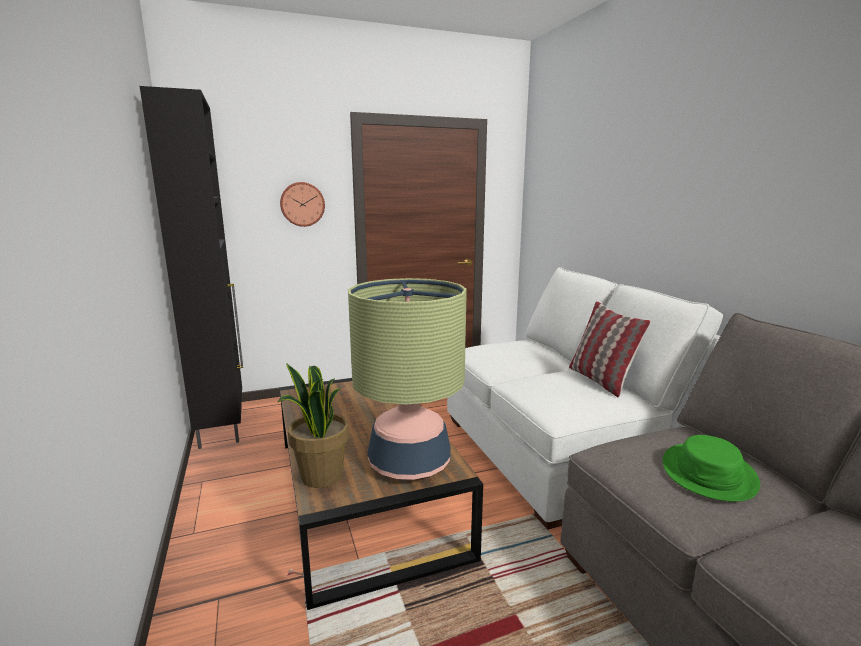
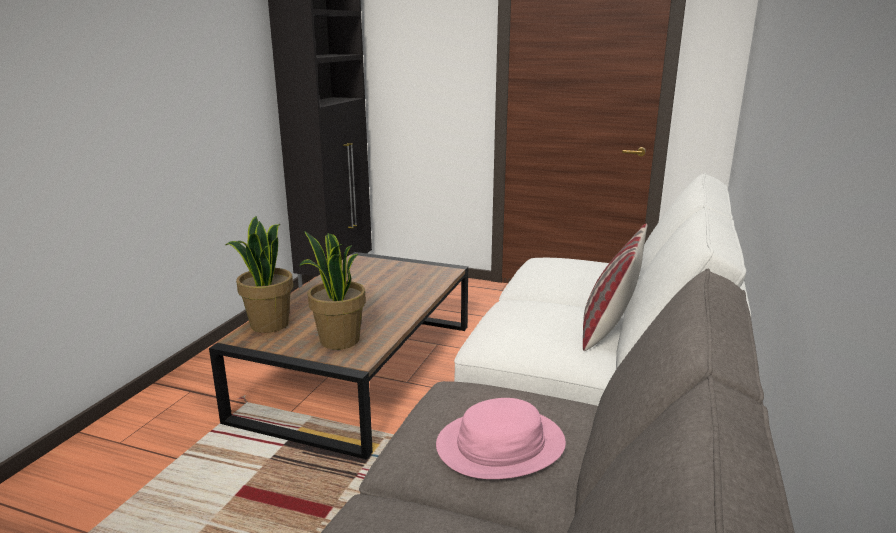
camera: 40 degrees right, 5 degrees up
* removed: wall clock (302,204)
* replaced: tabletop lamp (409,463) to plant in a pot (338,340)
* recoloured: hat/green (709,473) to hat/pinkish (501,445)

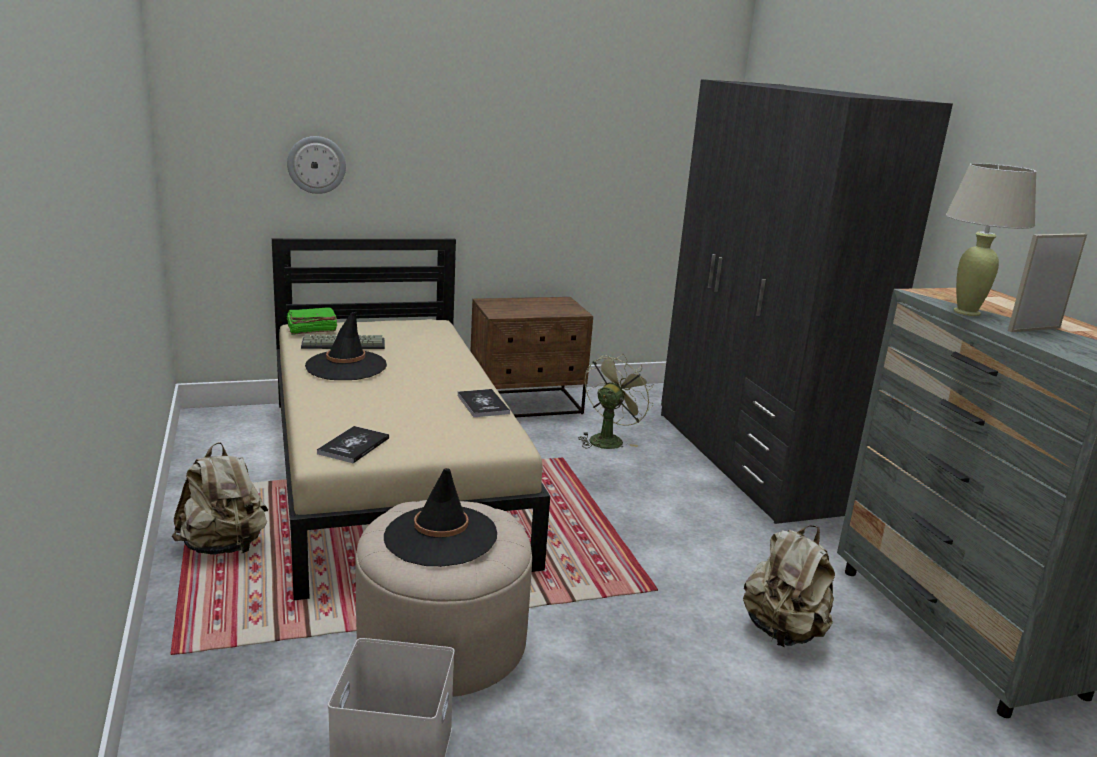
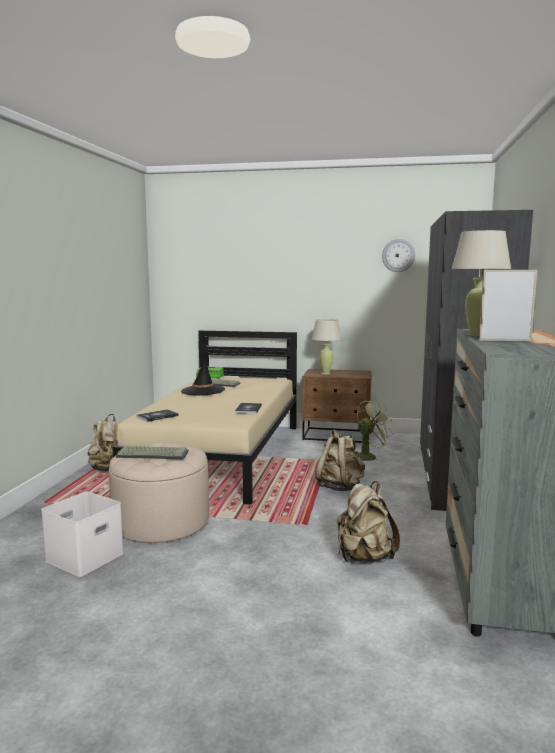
camera: 30 degrees right, 10 degrees down
* moved: wall clock (316,164) to (398,255)
* replaced: hat/blackish (440,536) to keyboard (153,454)
* added: tabletop lamp/sand-coloured (325,373)
* added: rucksack/sand-coloured (340,487)

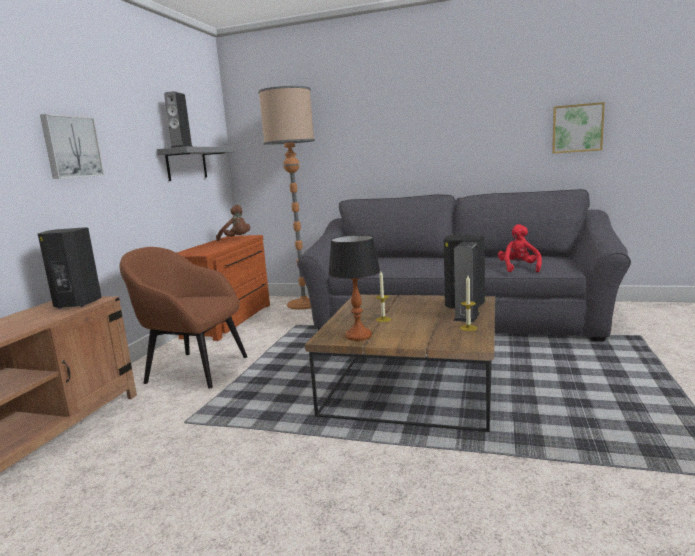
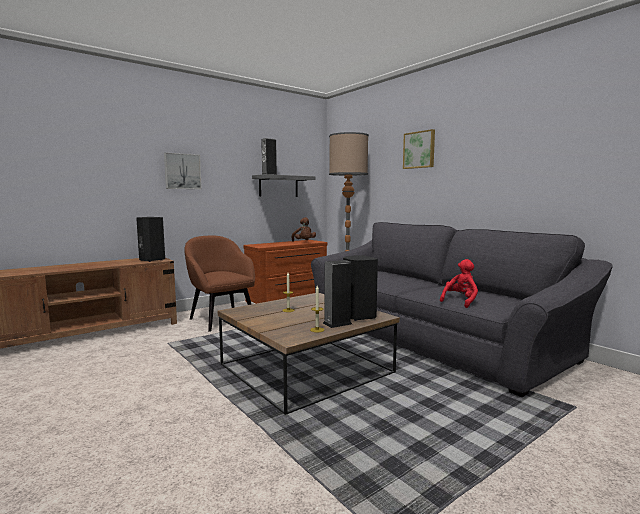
camera: 35 degrees right, 5 degrees down
* moved: picture (577,128) to (419,150)
* removed: tabletop lamp (359,336)

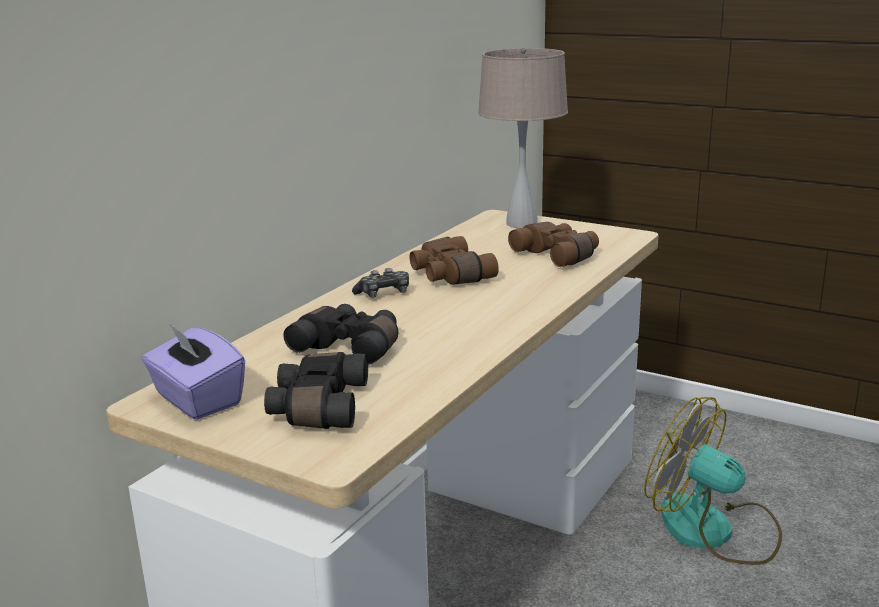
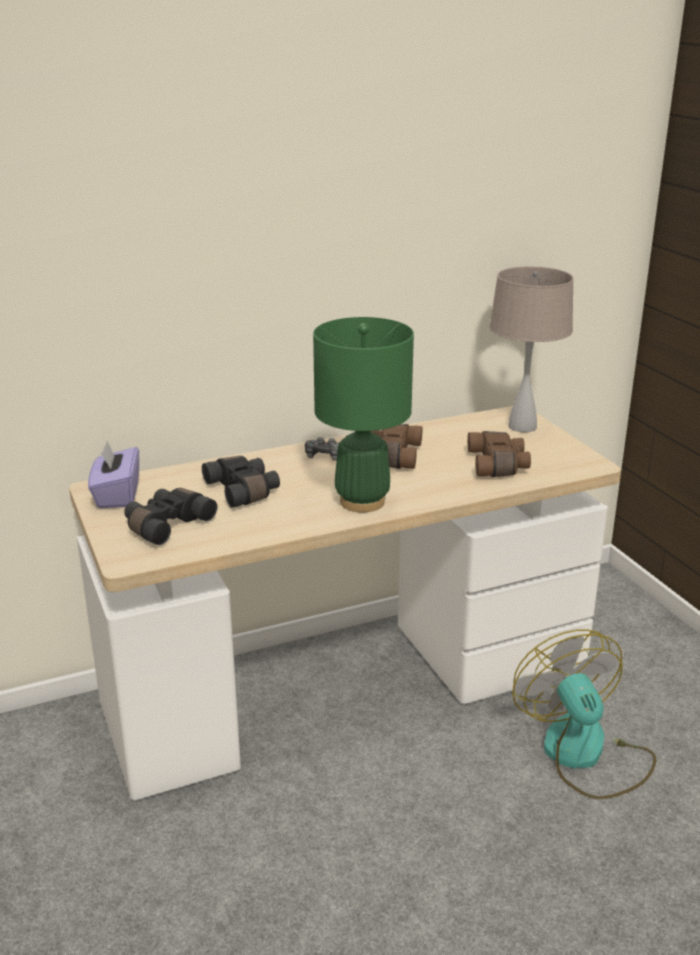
camera: 35 degrees right, 5 degrees up
* added: tabletop lamp/green (362,501)

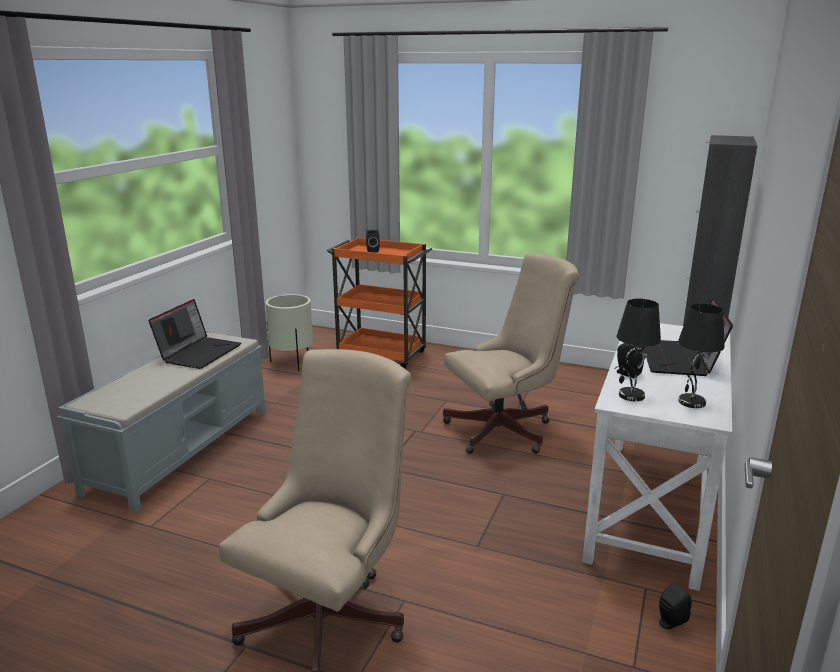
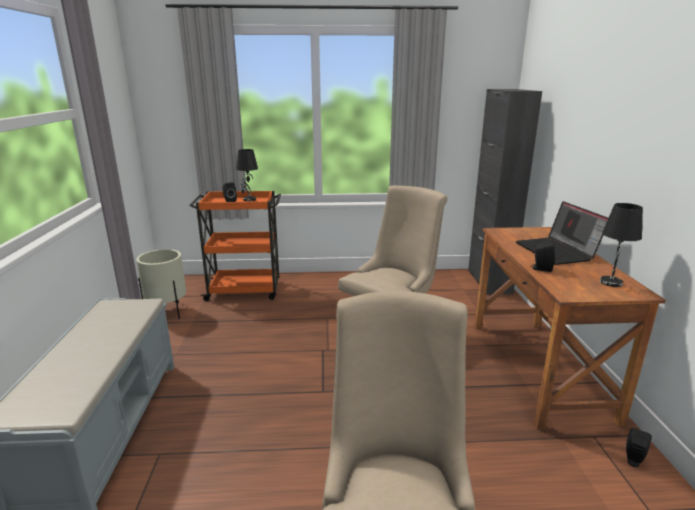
camera: 25 degrees left, 0 degrees up
* removed: portable computer (199,352)
* moved: tabletop lamp/blackish (631,396) to (249,199)
* recoloured: desk/white-coloured (651,507) to desk/brown (538,368)

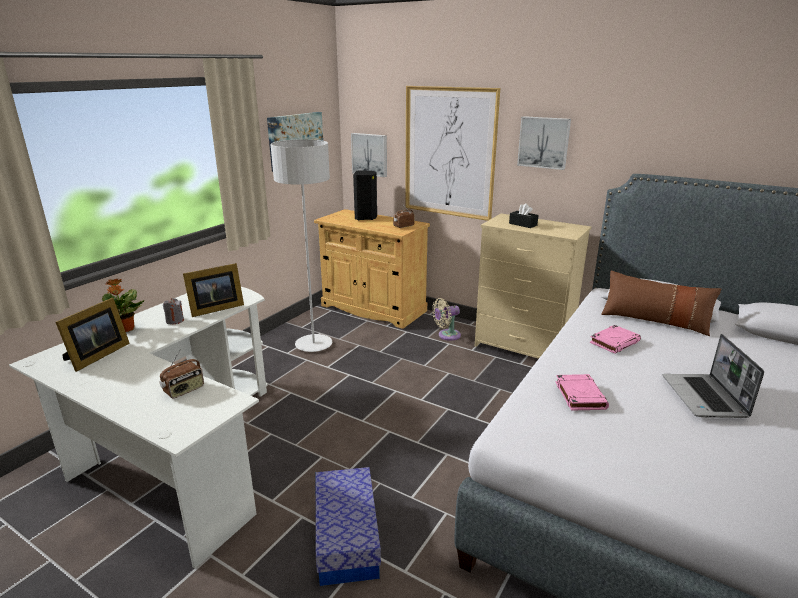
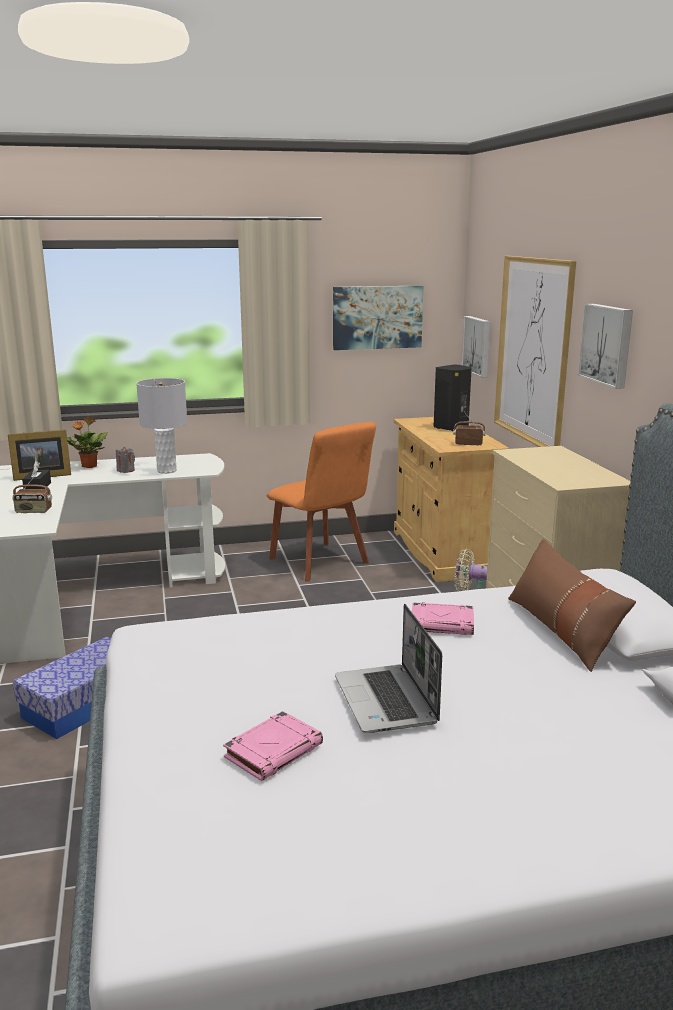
camera: 45 degrees right, 5 degrees down
* replaced: standard lamp/grey (313,345) to chair/orange-coloured (321,562)
* moved: tissue box/blackish (523,224) to (37,487)
* replaced: standing frame (214,309) to tabletop lamp/grey (167,471)
* turned: portable computer (705,397) = (387,701) 60 degrees counterclockwise
* moved: volume/pinkish (579,395) to (274,750)

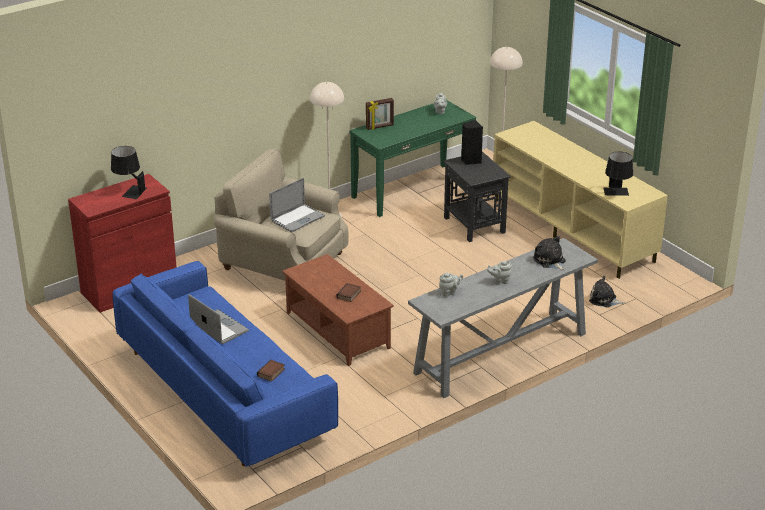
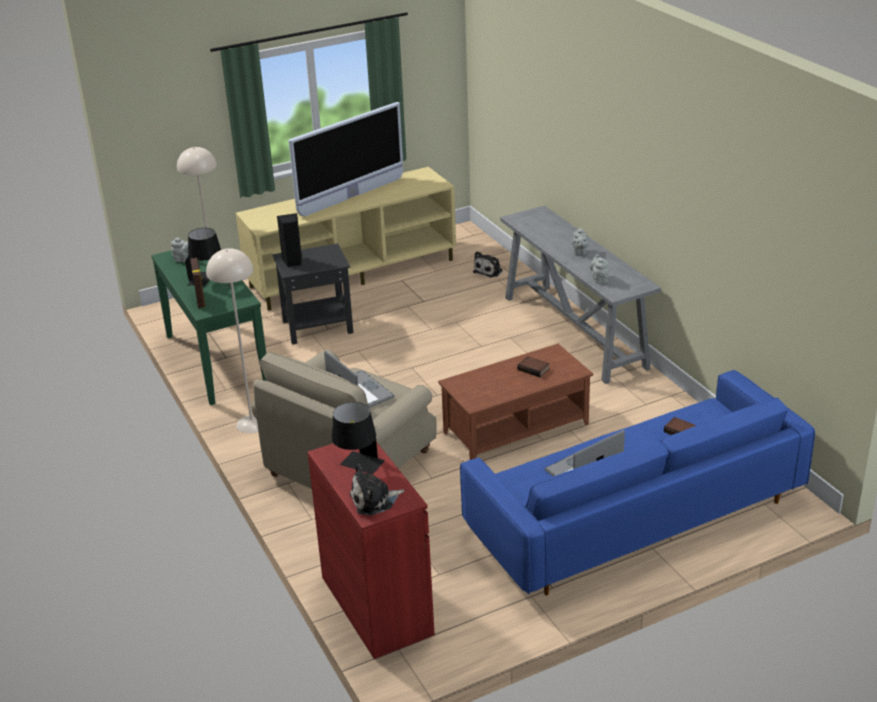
camera: 80 degrees left, 0 degrees up
* moved: tabletop lamp/blackish (616,194) to (207,279)
* moved: plush toy (550,261) to (374,500)
* added: TV (351,197)

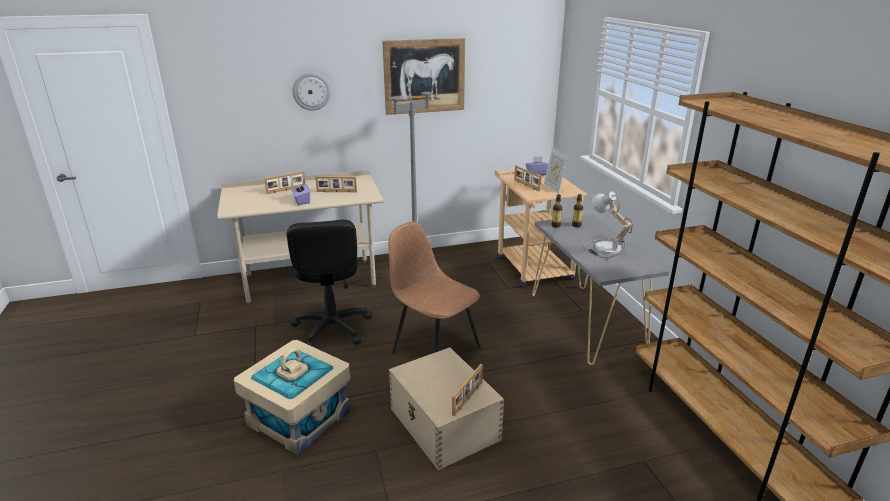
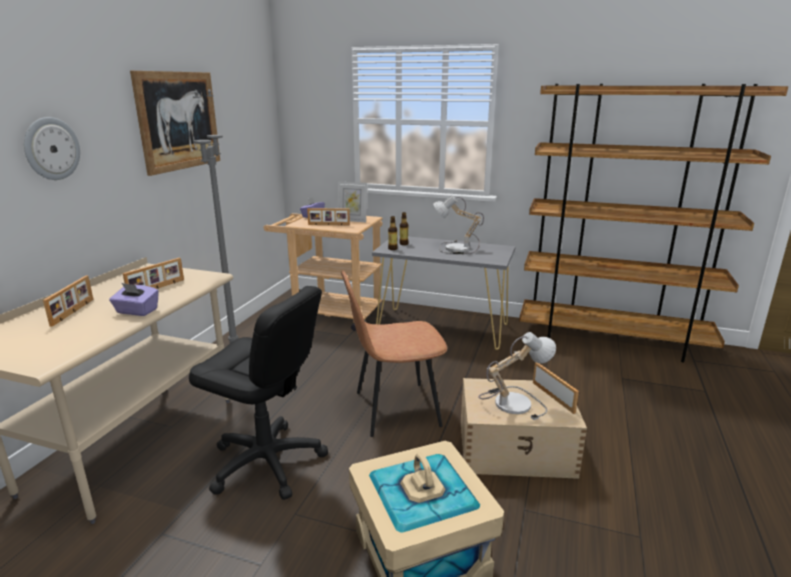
camera: 55 degrees left, 5 degrees down
* added: tabletop lamp (512,401)

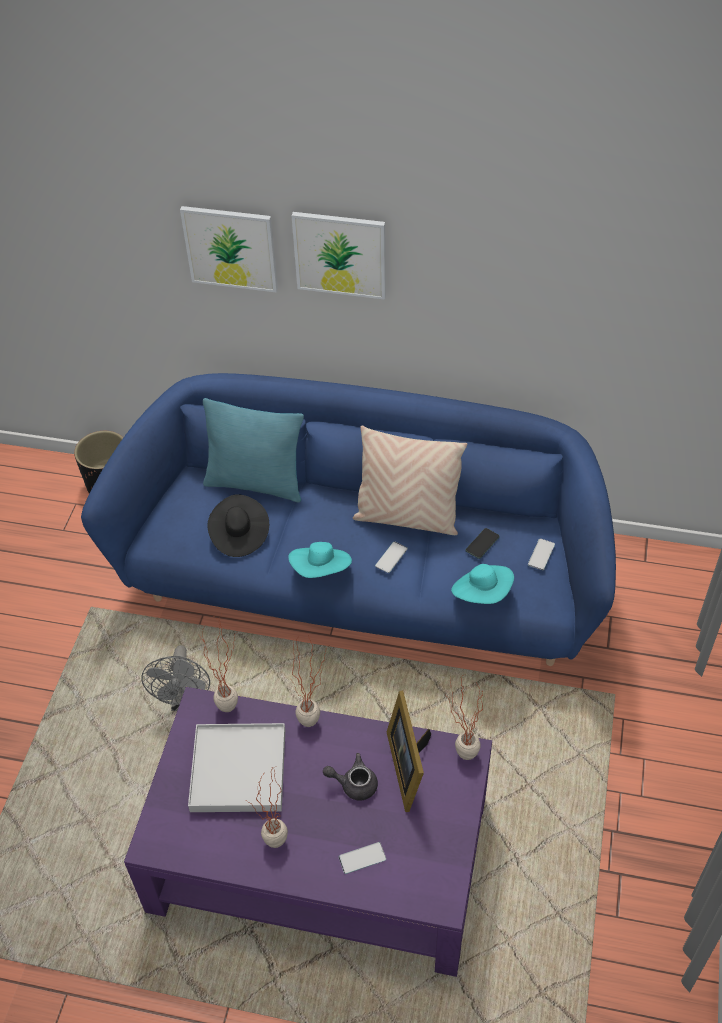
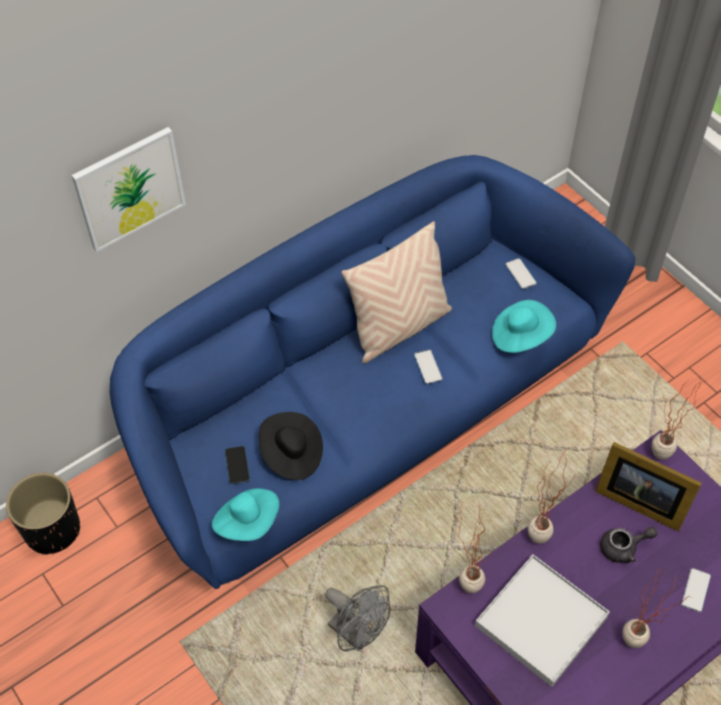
camera: 50 degrees left, 5 degrees up
* removed: picture (340,254)
* removed: throw pillow/turquoise (256,483)
* moved: phone (482,543) to (237,465)
* moved: hat/turquoise (321,570) to (248,522)
* turned: tea pot/grey (354,784) = (623,548) 150 degrees counterclockwise

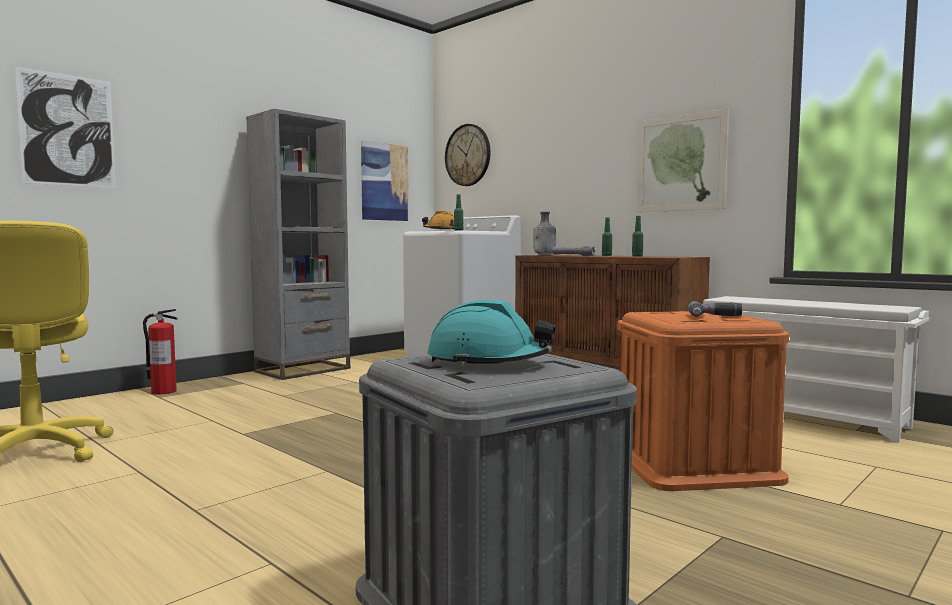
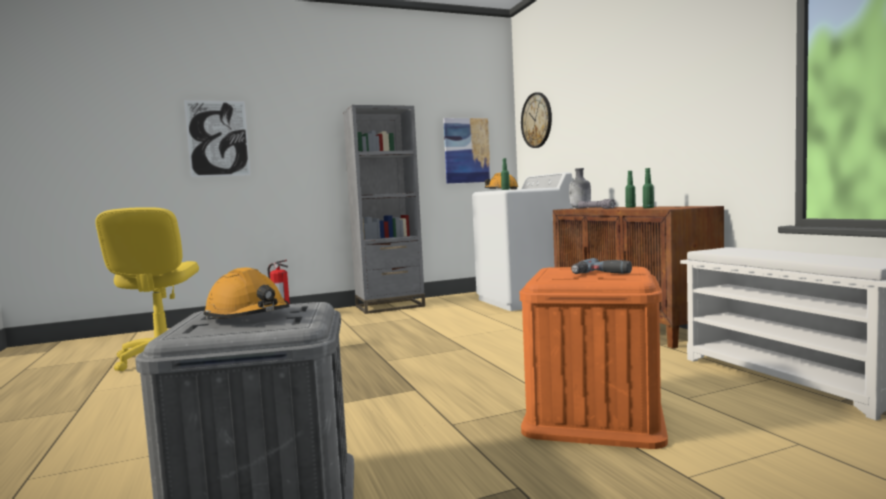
camera: 25 degrees right, 0 degrees up
* removed: picture (680,163)
* recoloured: hard hat/turquoise (488,362) to hard hat/orange-coloured (248,316)

